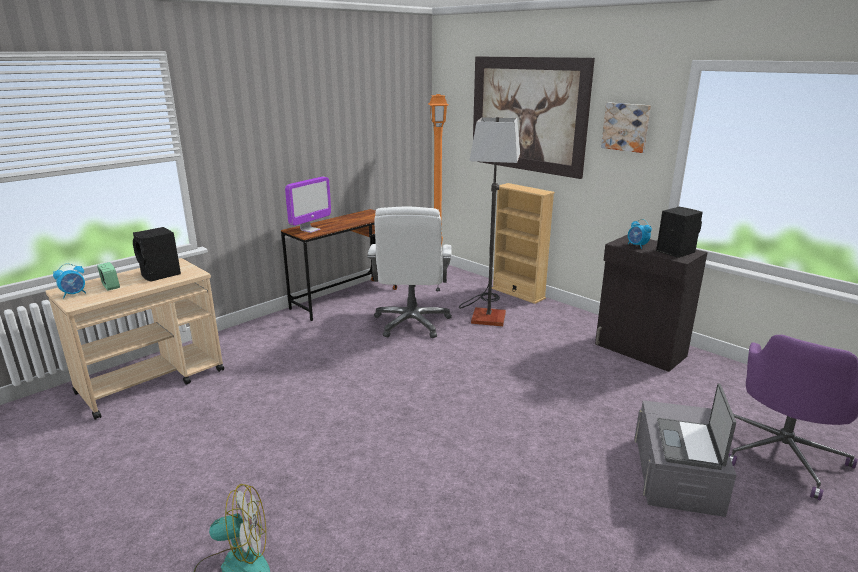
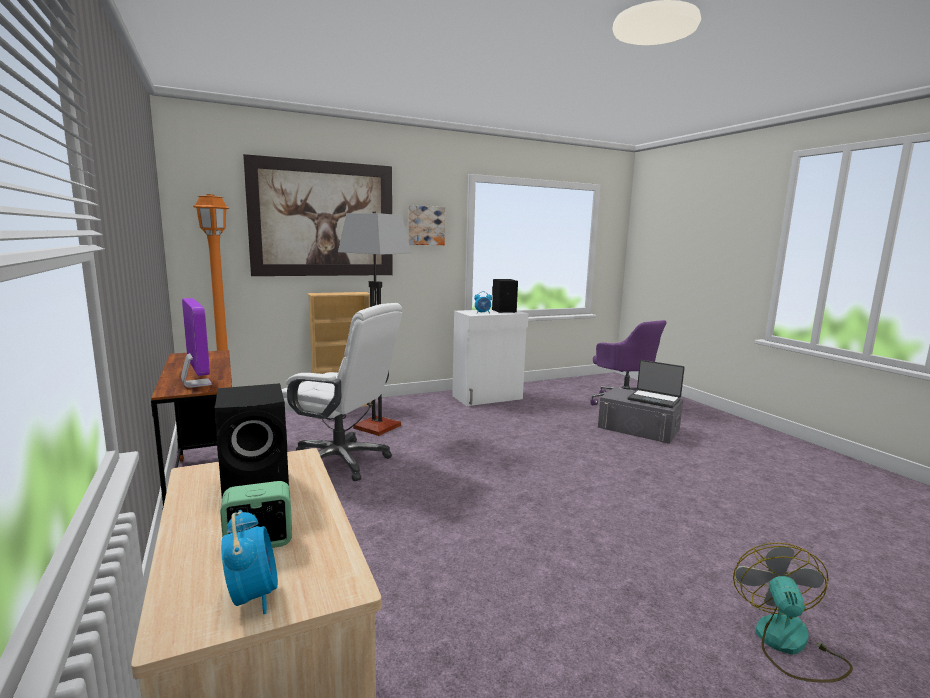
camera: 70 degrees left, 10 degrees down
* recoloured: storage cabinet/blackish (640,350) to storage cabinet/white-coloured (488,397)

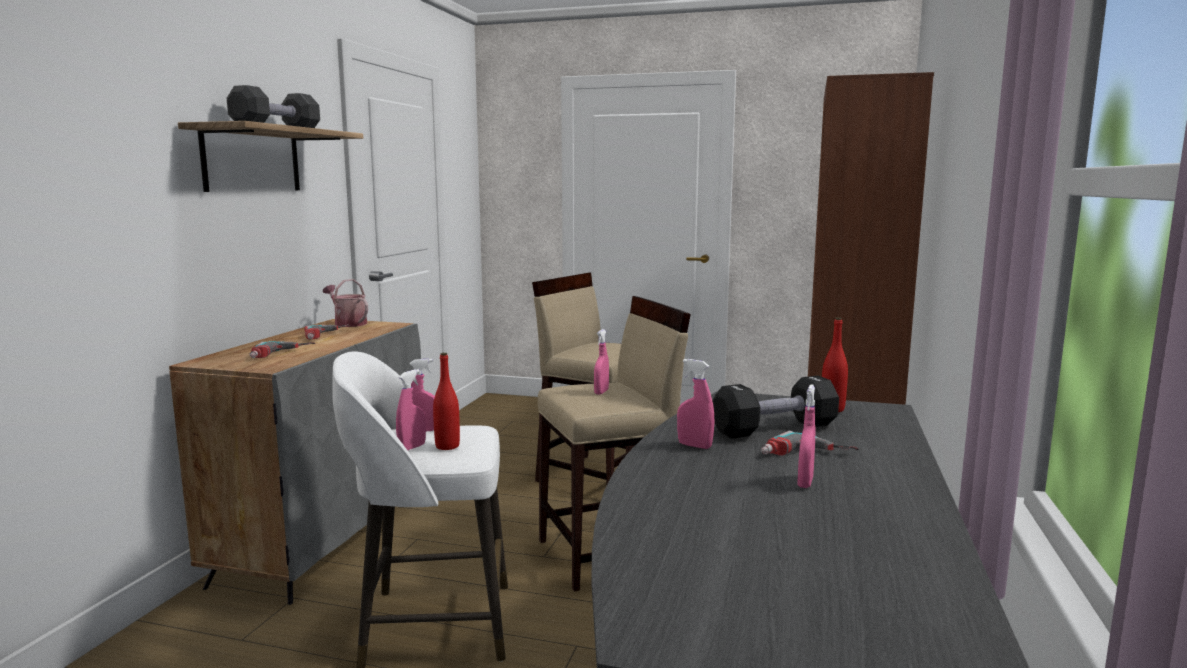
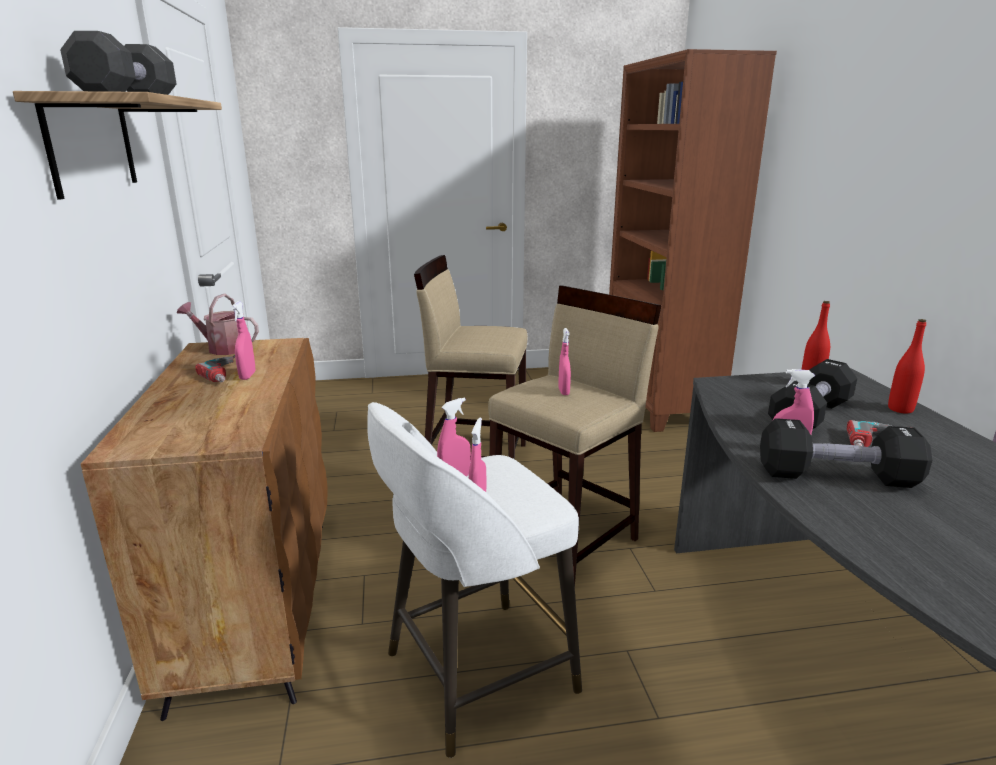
camera: 25 degrees left, 10 degrees up
* recoloured: storage cabinet/grey (324,538) to storage cabinet/brown (256,603)
* removed: electric drill (282,354)
* moved: beverage bottle/red (447,446) to (900,409)
* moved: spray bottle/pinkish (805,482) to (247,376)
* added: free weight/blackish (836,476)

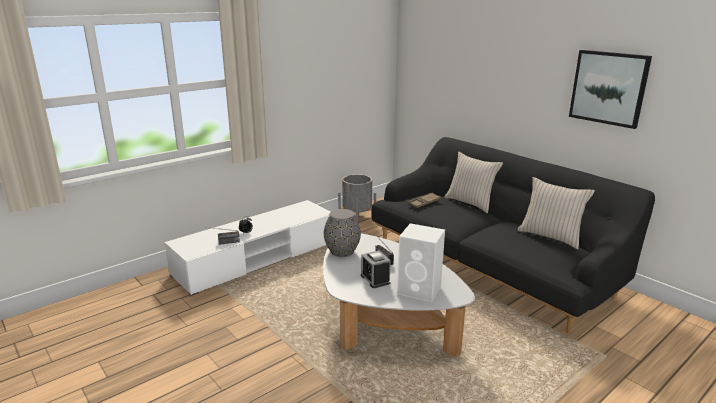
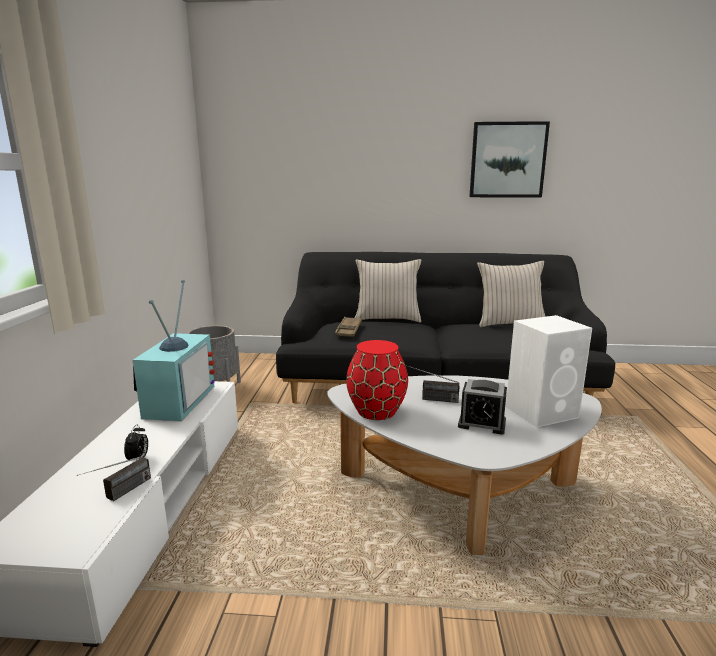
camera: 45 degrees left, 5 degrees down
* recoloured: decorative vase/grey (341,252) to decorative vase/red (376,412)
* added: TV (176,400)

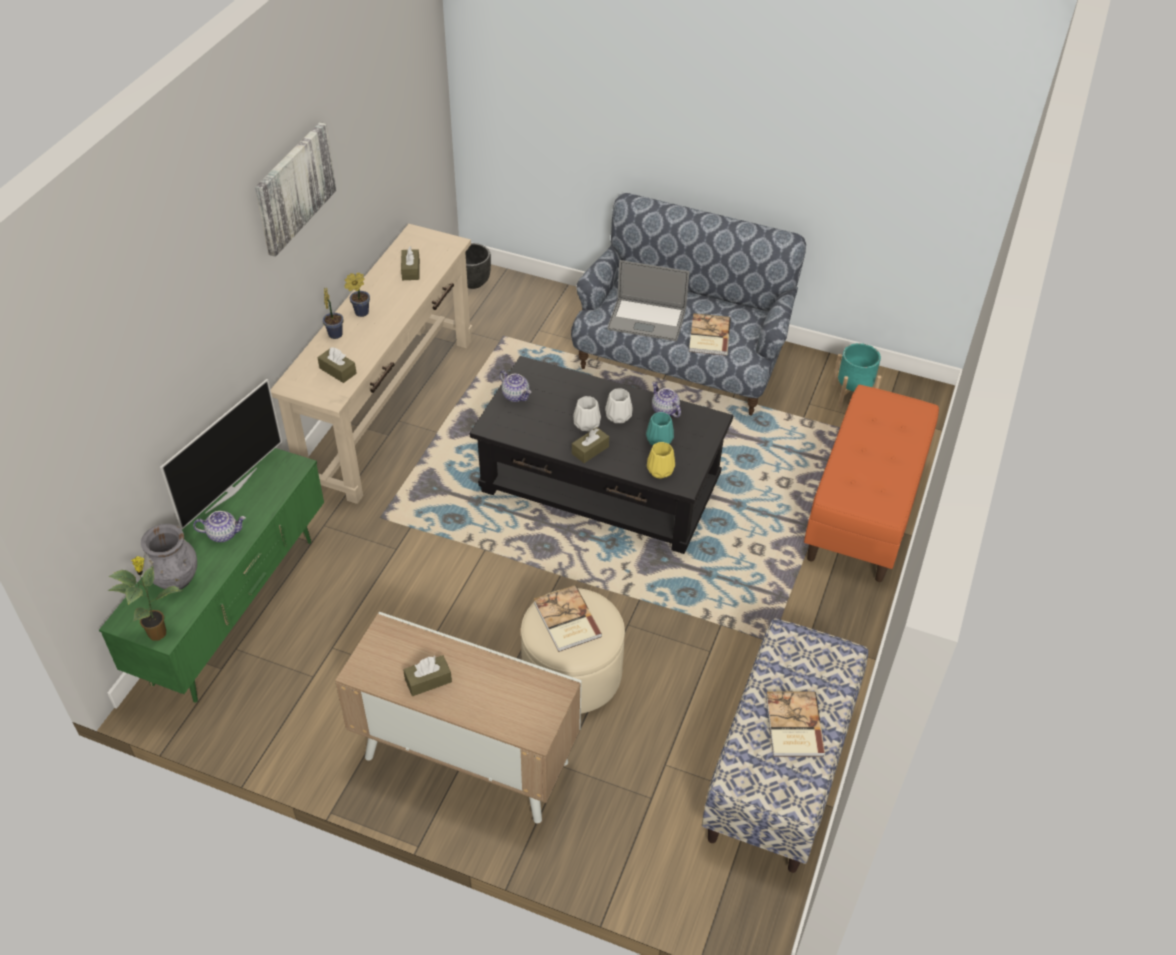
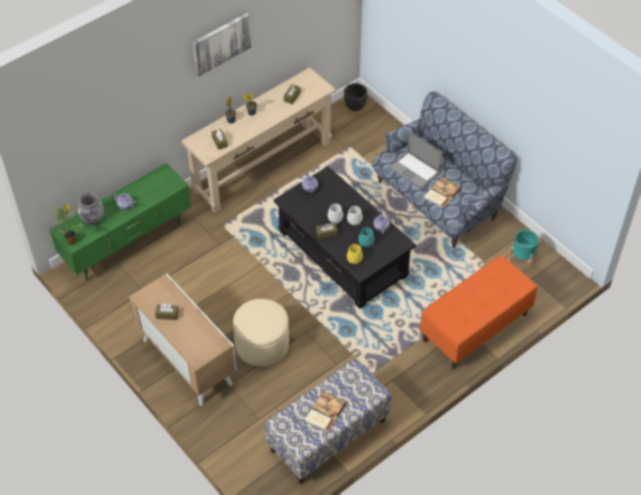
camera: 30 degrees right, 5 degrees up
* removed: TV (230,490)
* removed: volume (566,620)

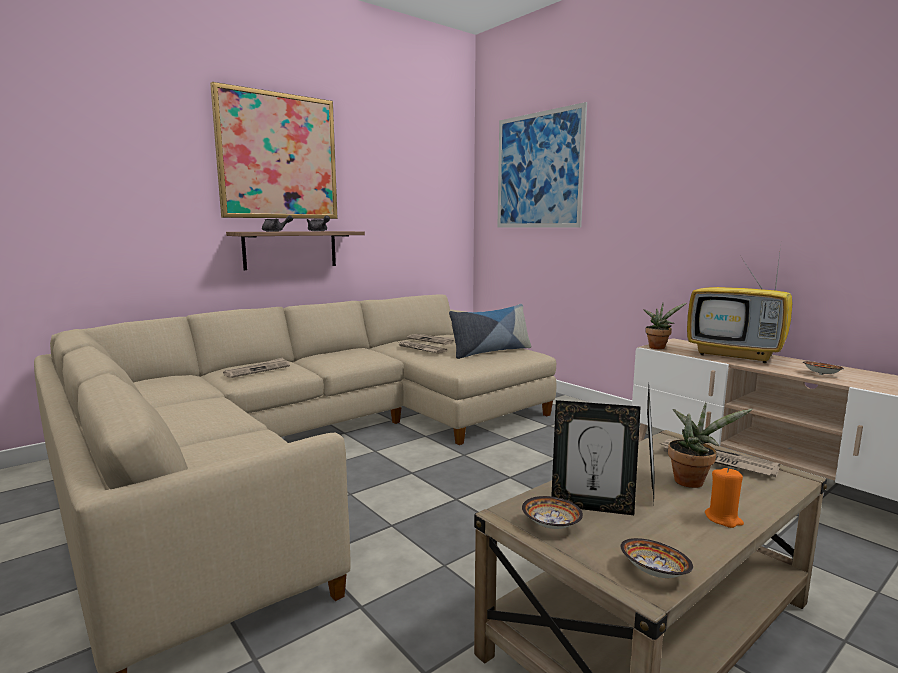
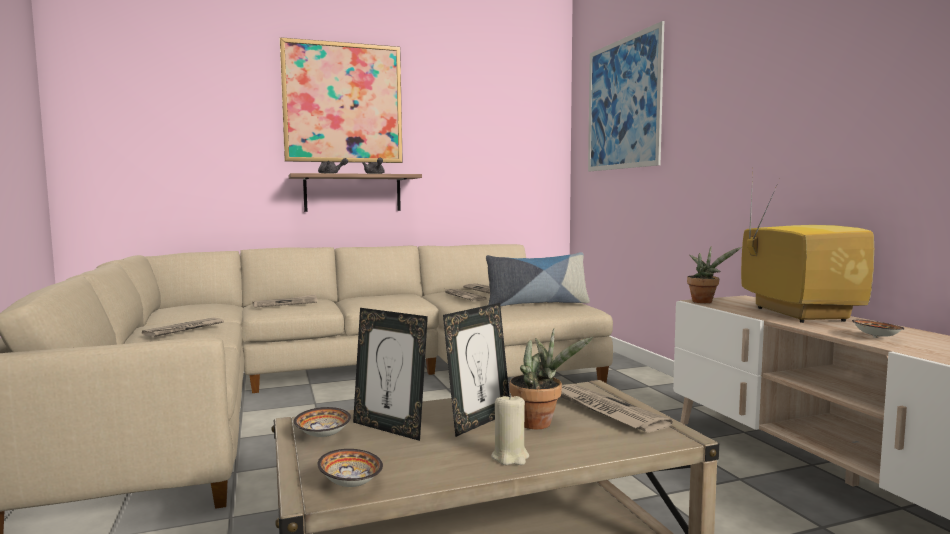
camera: 20 degrees right, 5 degrees down
* turned: TV (737,355) = (795,314) 150 degrees counterclockwise
* recoloured: wax light/orange-coloured (723,519) to wax light/sand-coloured (510,457)
* added: printed paper (184,329)

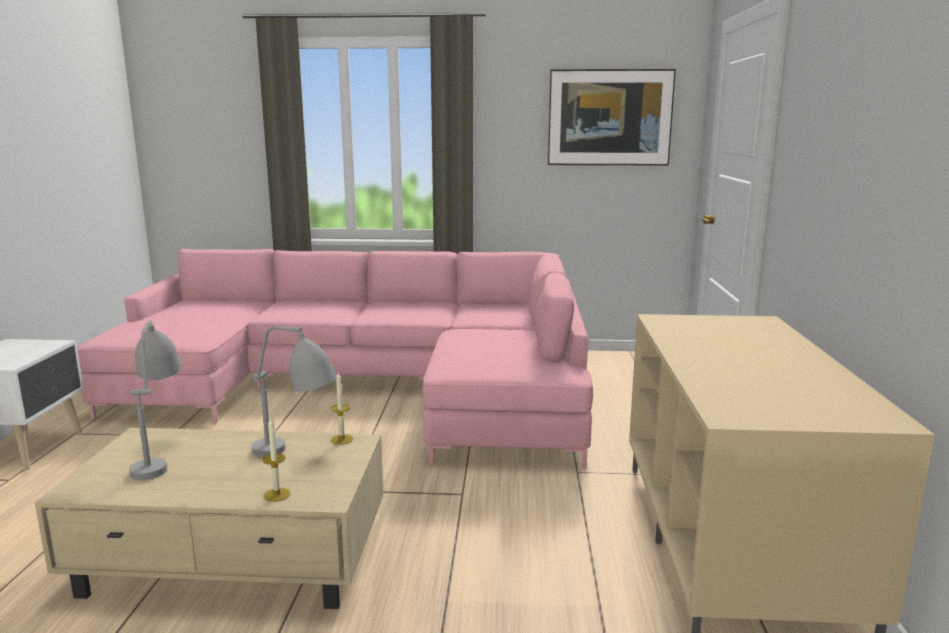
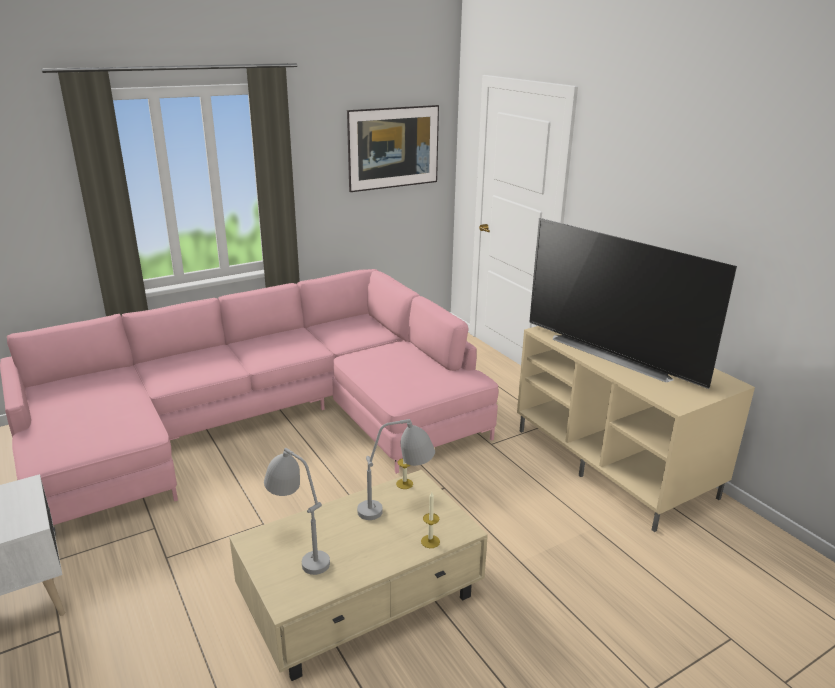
camera: 35 degrees left, 10 degrees up
* added: TV (614,354)

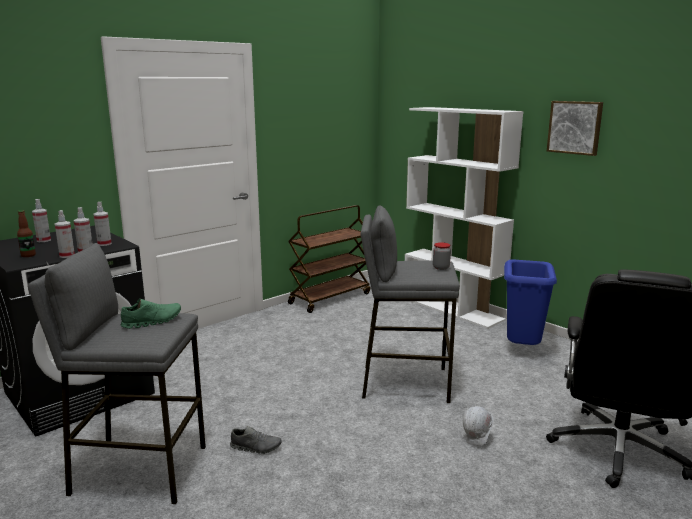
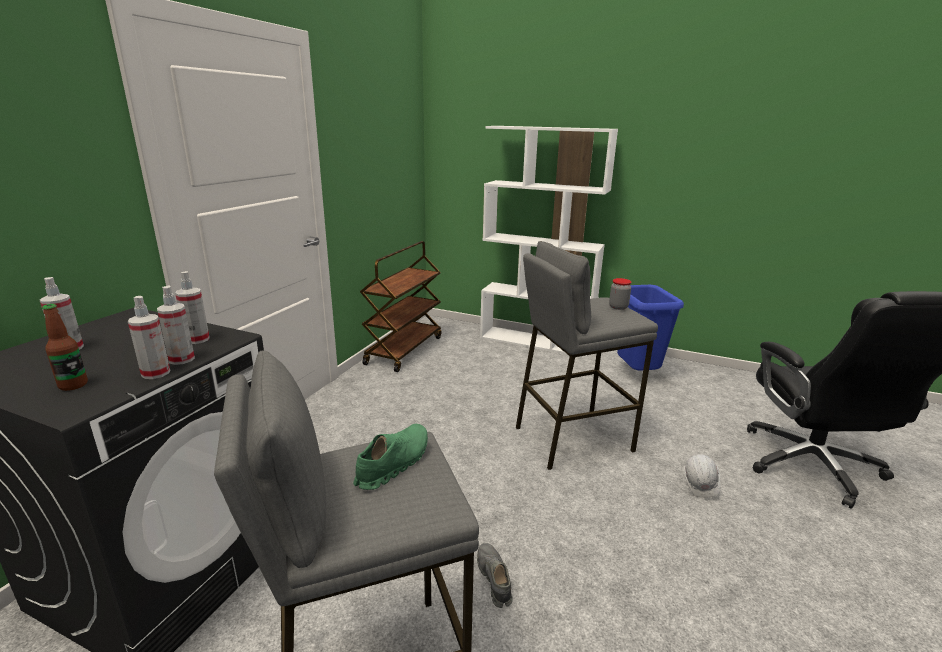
camera: 25 degrees left, 5 degrees up
* removed: picture (575,127)
* turned: item of footwear/grey (256,447) = (494,579) 90 degrees counterclockwise

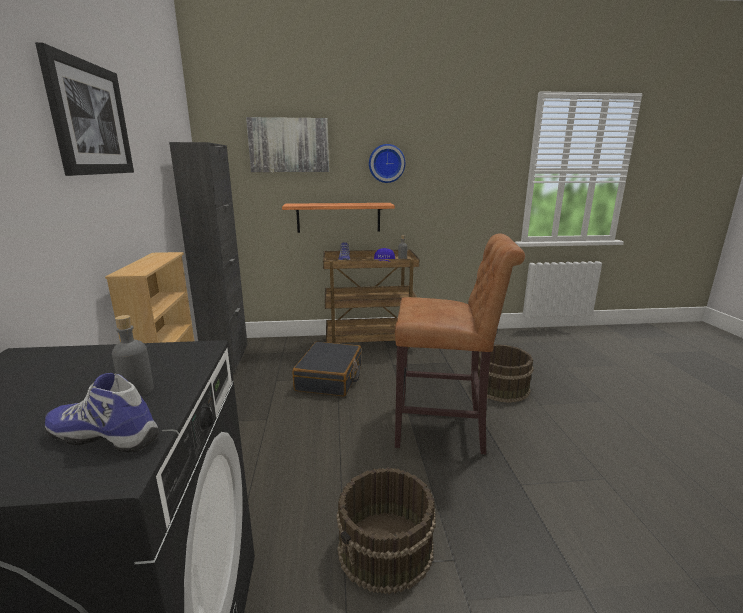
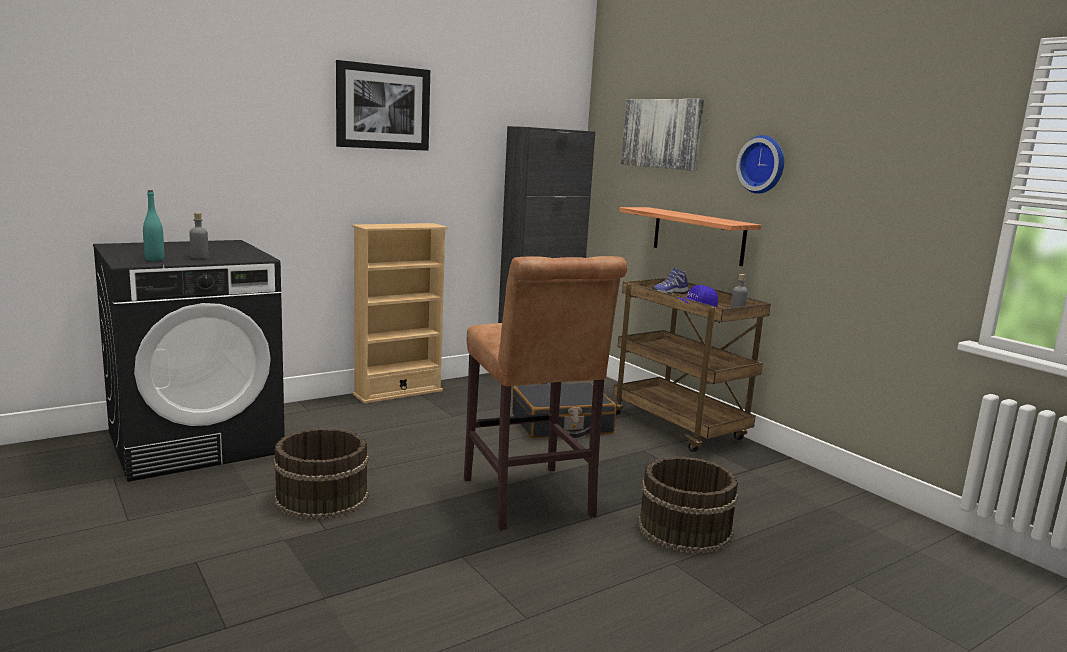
camera: 60 degrees right, 5 degrees down
* replaced: item of footwear (107,435) to beverage bottle/turquoise (154,259)

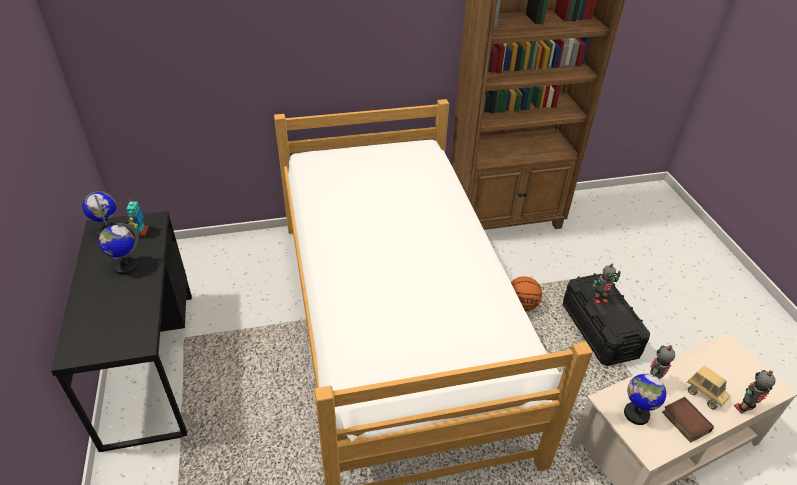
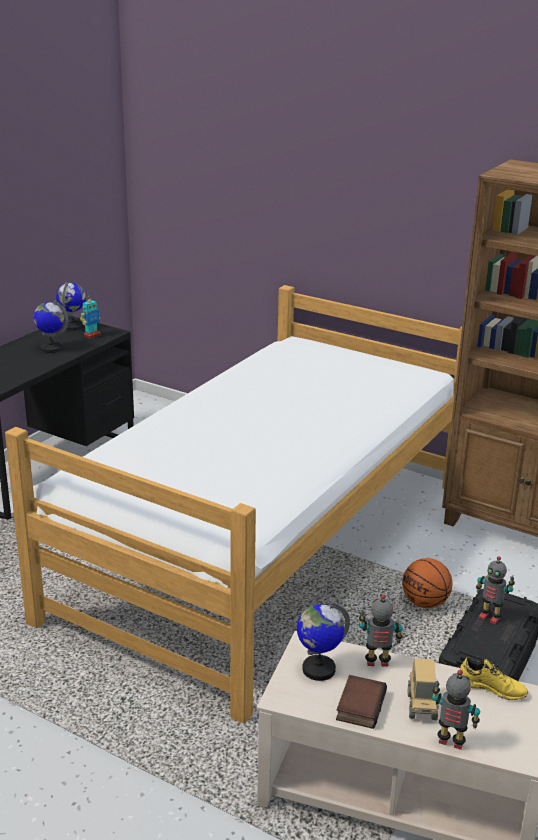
camera: 45 degrees right, 15 degrees down
* added: item of footwear/yellow (492,687)

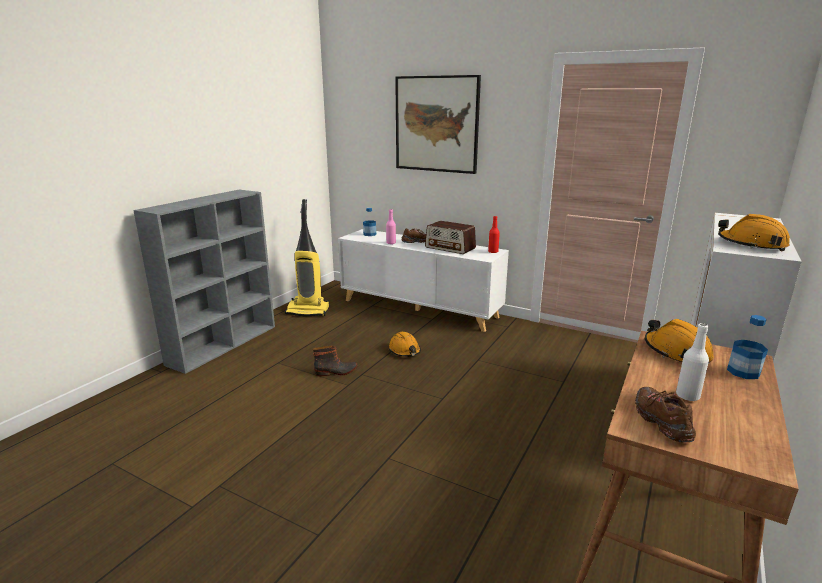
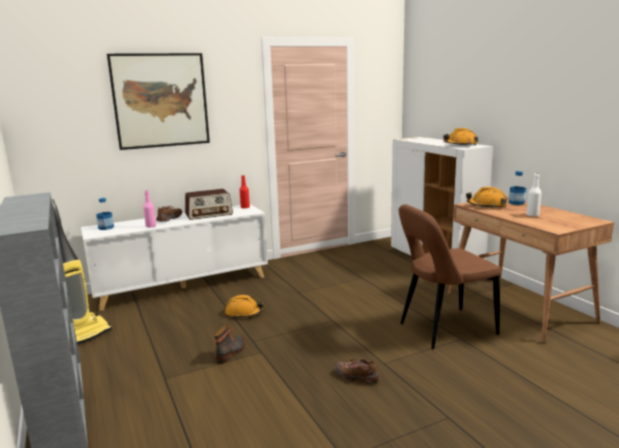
camera: 55 degrees left, 5 degrees down
* moved: item of footwear/brown (661,422) to (357,377)
* added: chair/brown (443,329)

